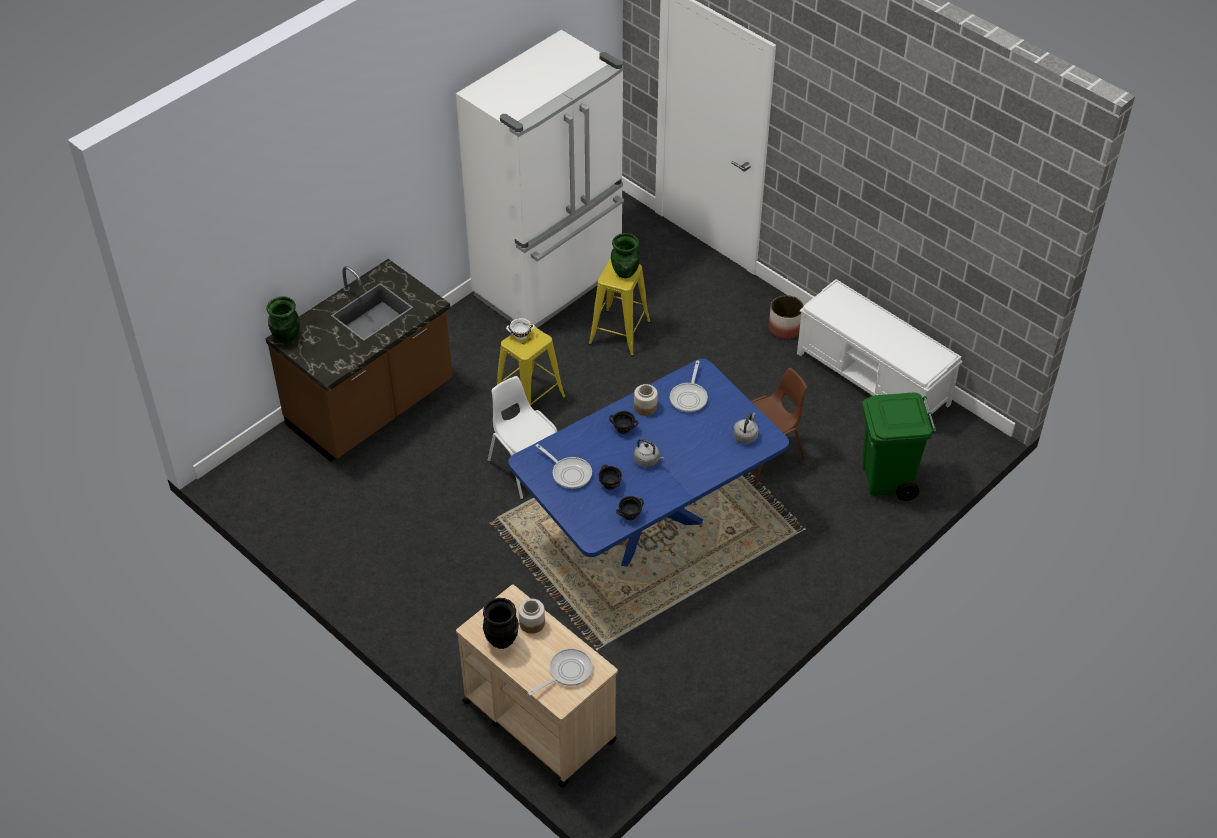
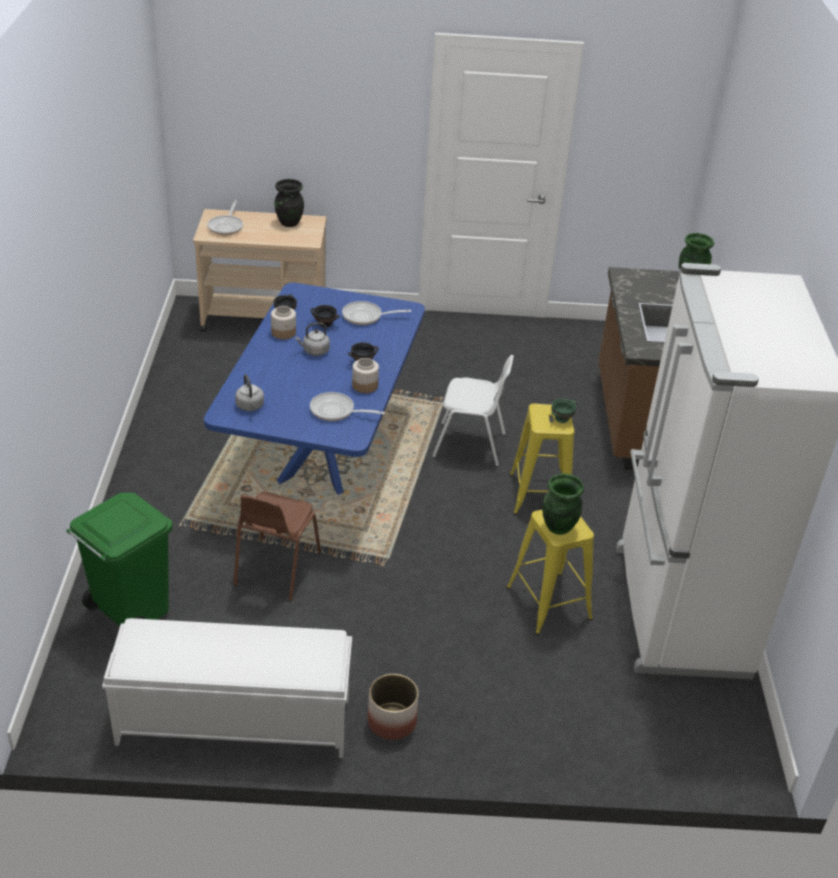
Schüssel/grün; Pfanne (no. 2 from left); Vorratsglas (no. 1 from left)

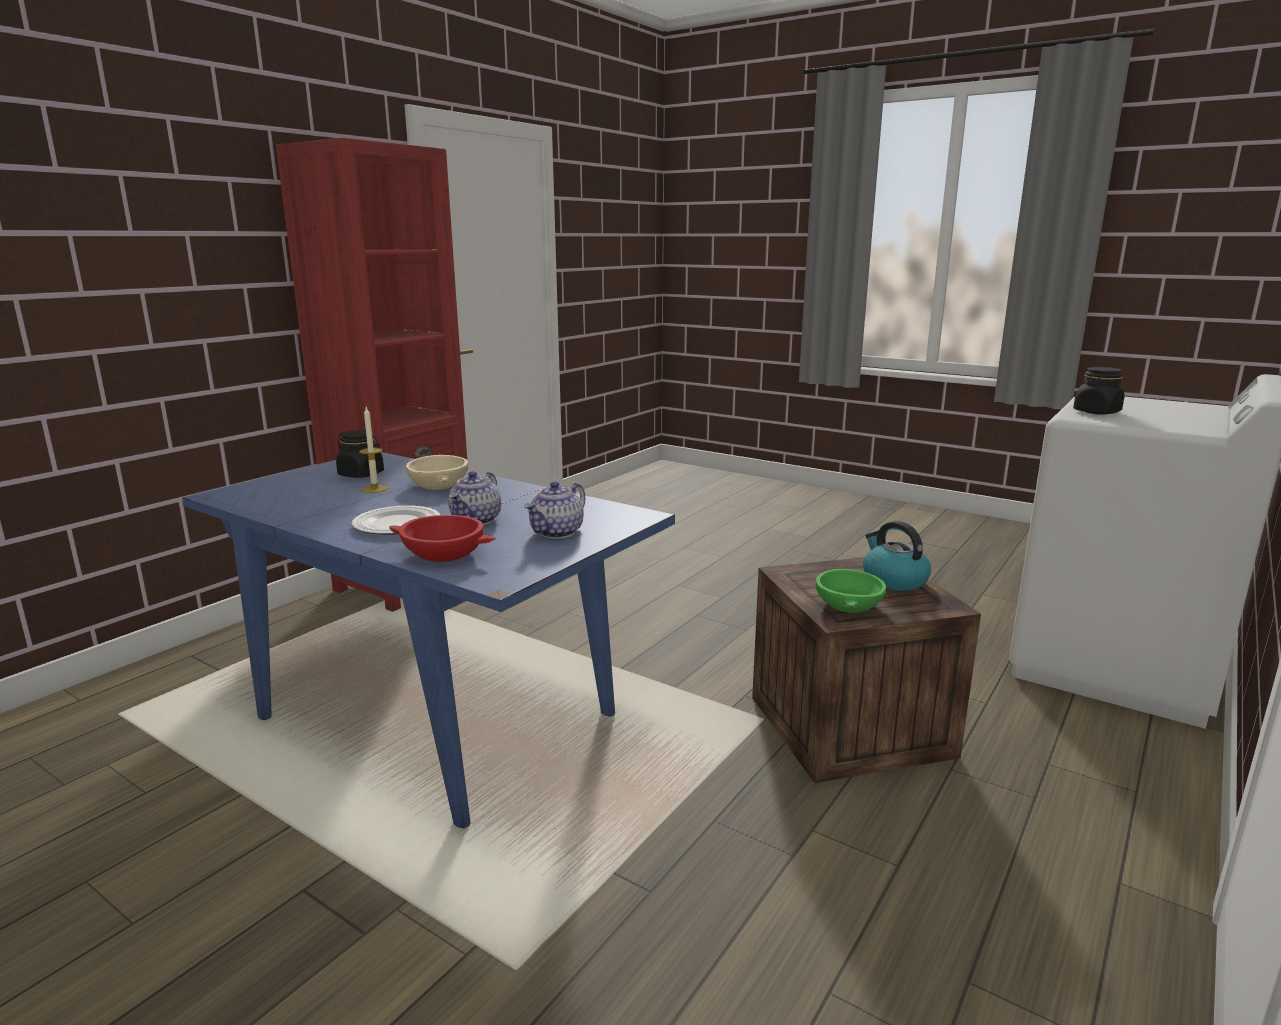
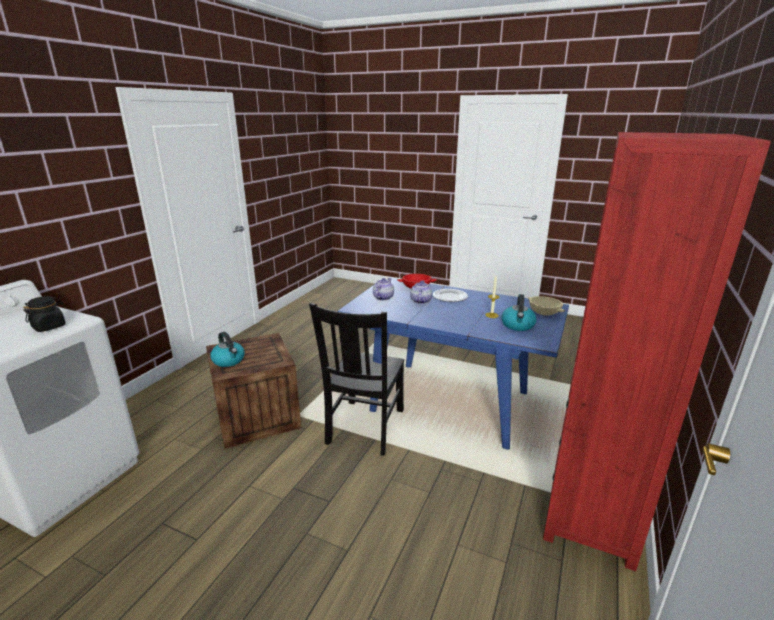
Wasserkessel (no. 2 from left); Schüssel/beige; Schüssel/grün; Stuhl/schwarz

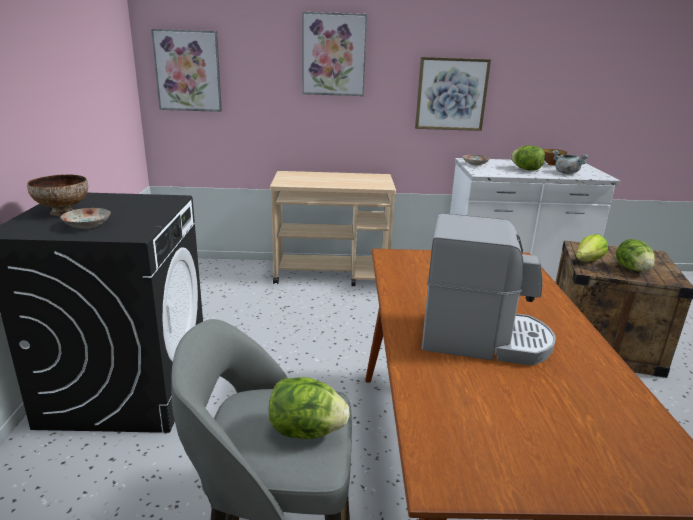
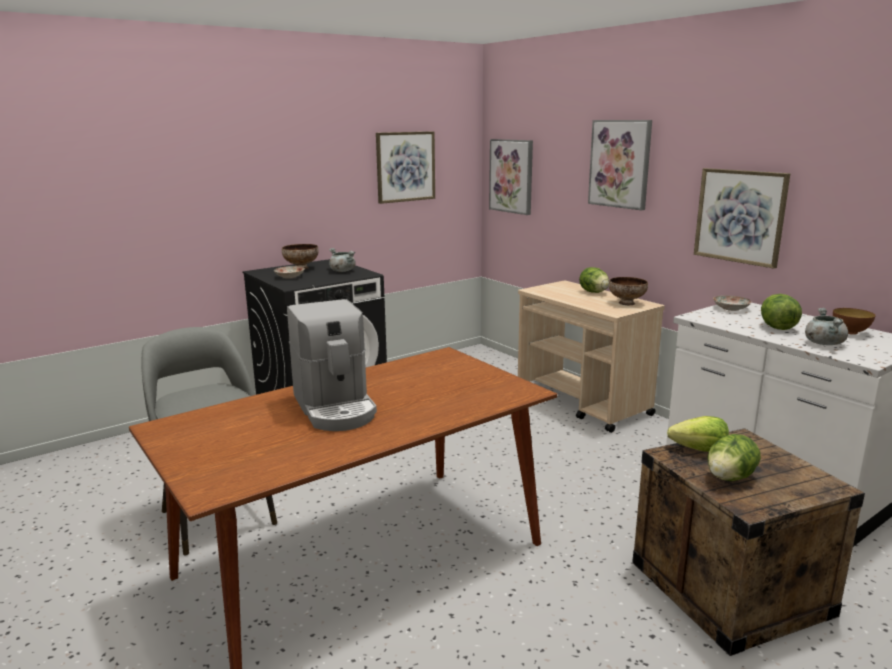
Salatkopf (no. 1 from left); Bild (no. 1 from left); Kochtopf/grau (no. 1 from left); Schüssel (no. 2 from left)

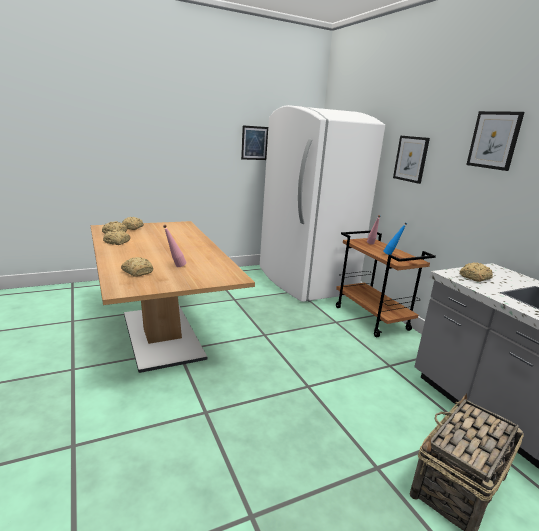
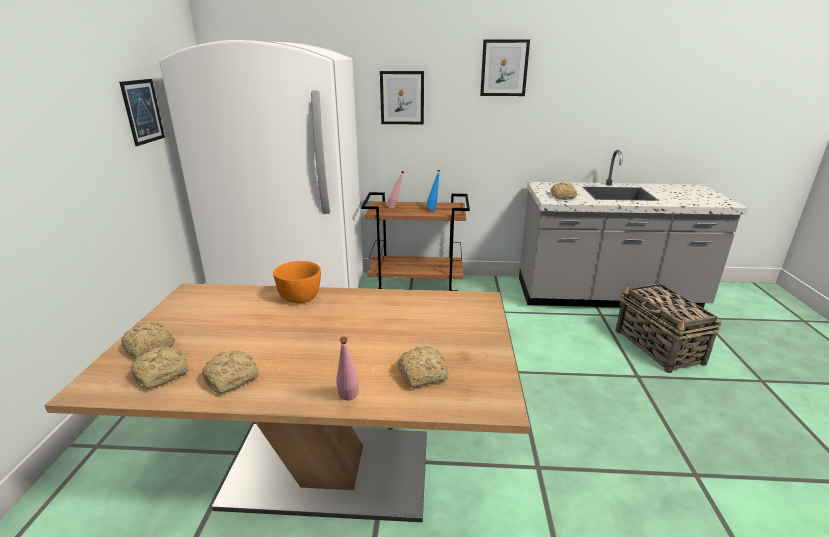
Flasche/rosa (no. 1 from left); Schüssel/orange

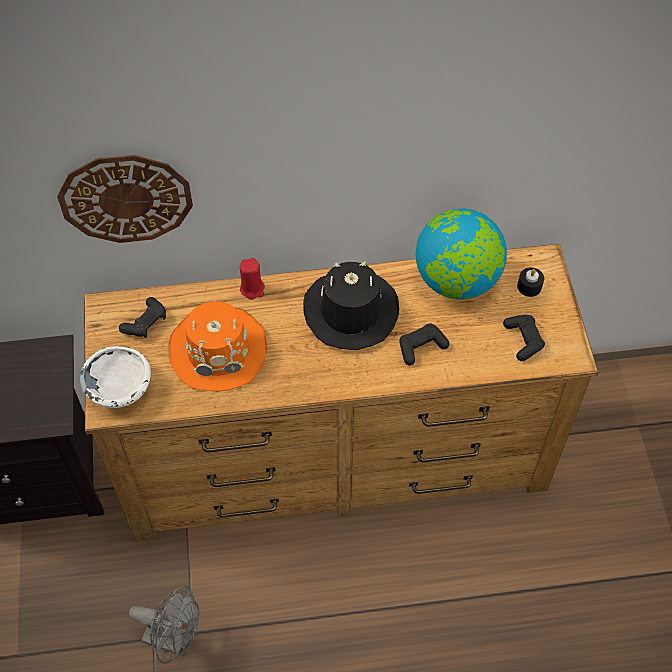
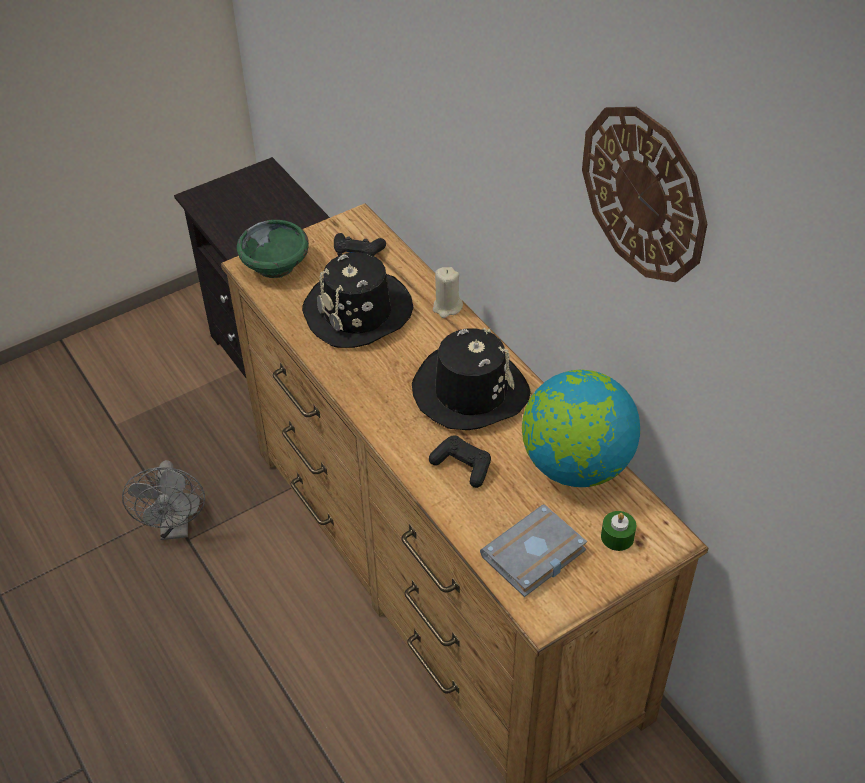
Wanduhr; Kerze/beige; Kerze/grün; Hut/schwarz (no. 1 from left); Buch/grau; Schüssel/grün

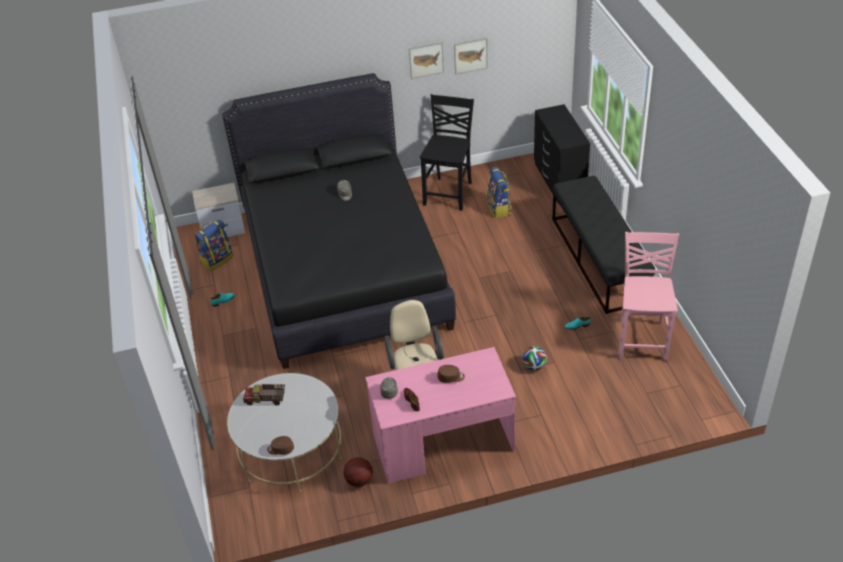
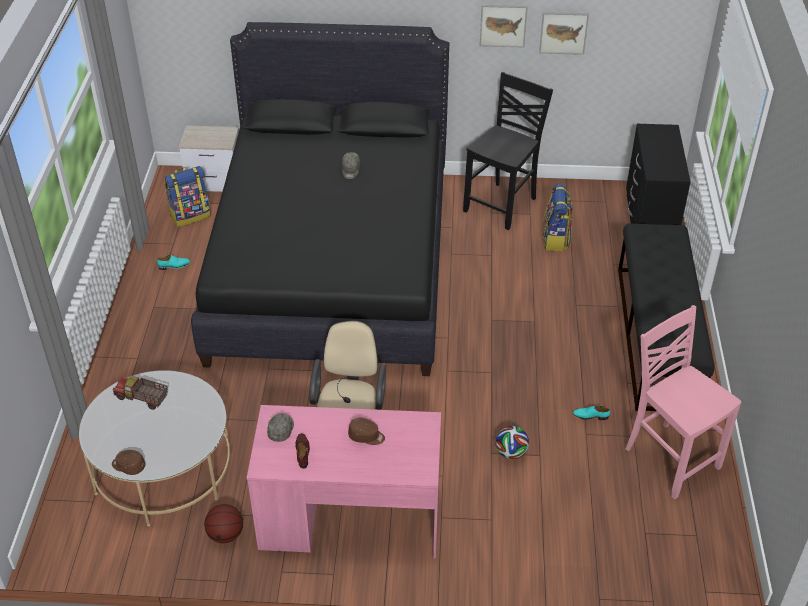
Stuhl/rosa

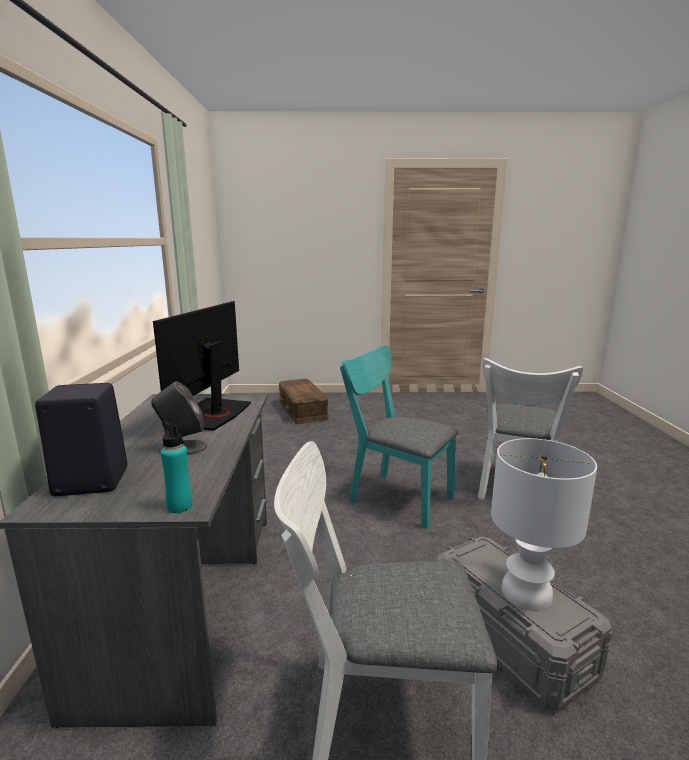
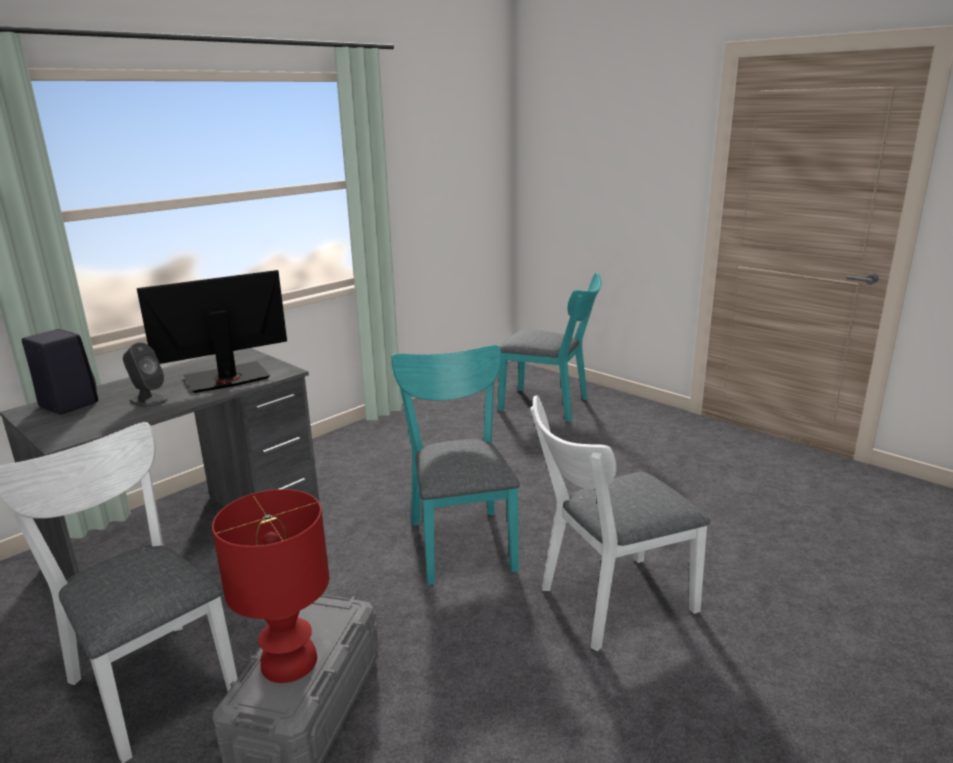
Stuhl/türkis (no. 2 from left); Flasche/türkis; Tischlampe/rot

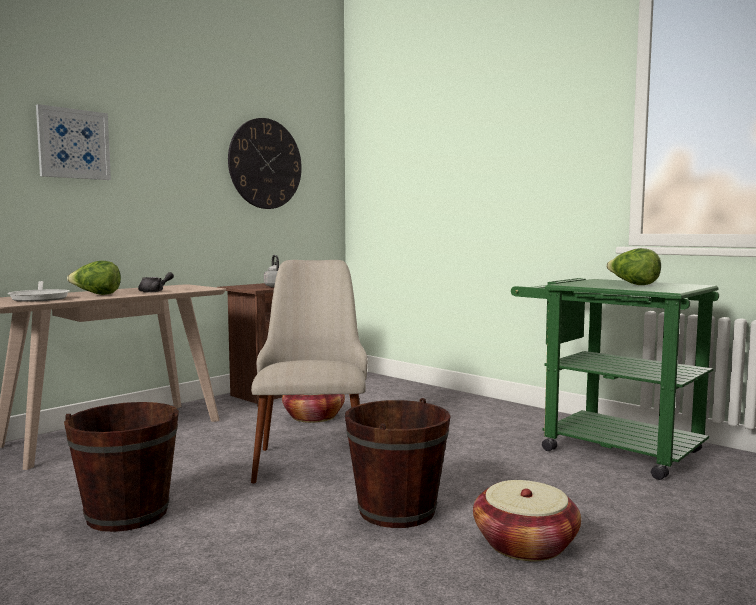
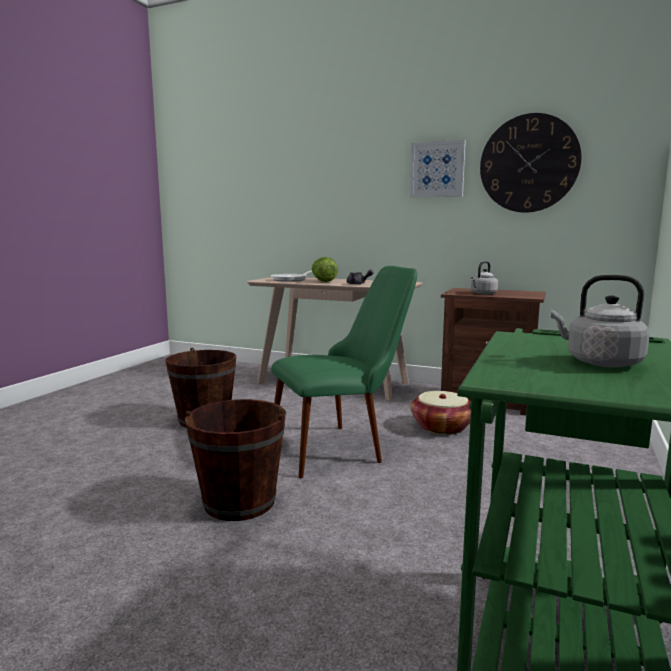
Bild; Wasserkessel/grau (no. 2 from left); Stuhl/grün; Korb (no. 2 from left in the first image)

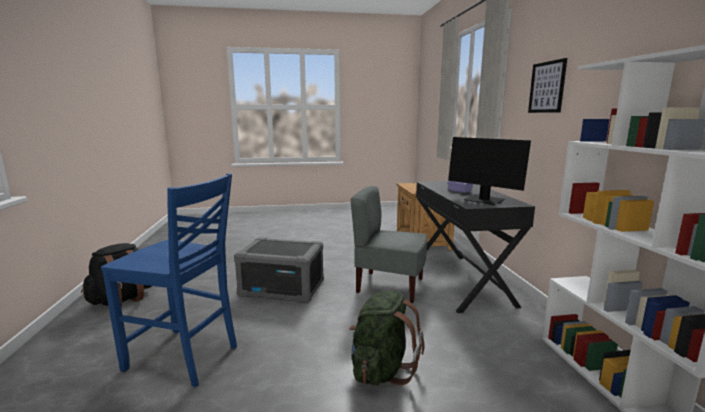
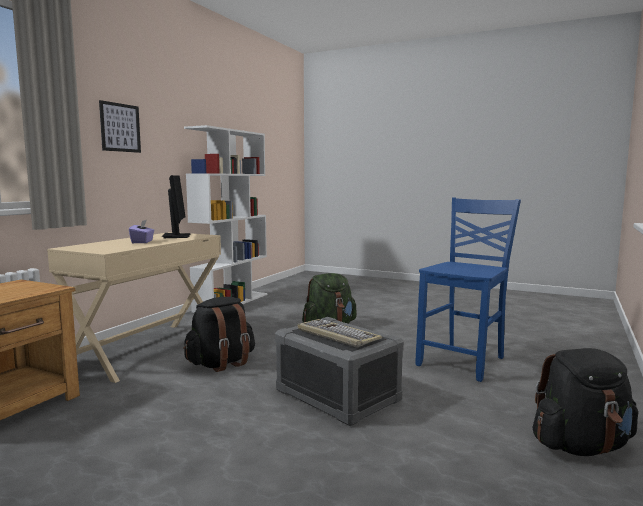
Stuhl/blau; Schreibtisch/beige; Rucksack/schwarz (no. 1 from left); Tastatur

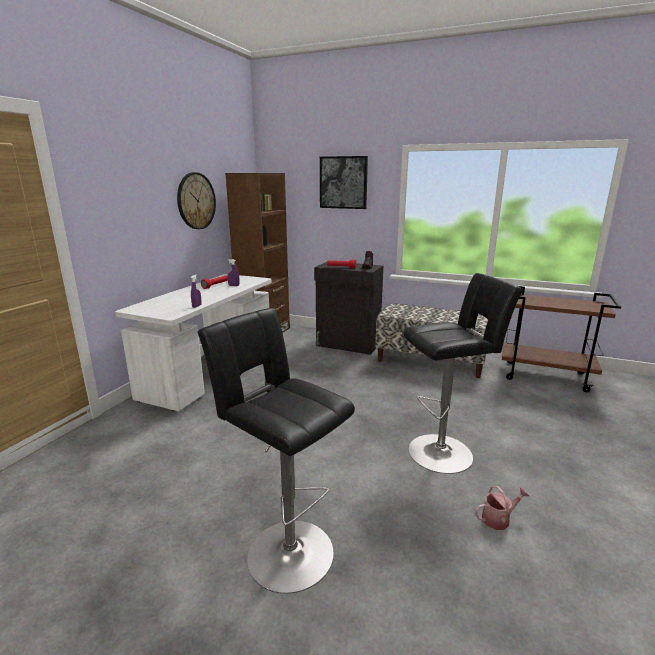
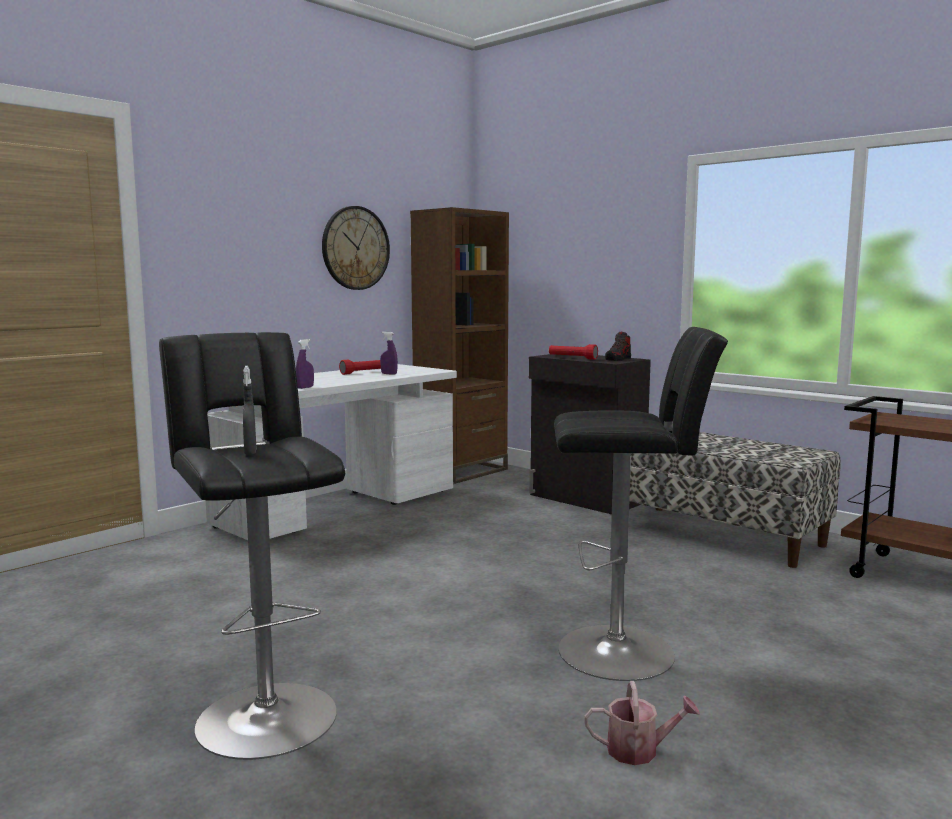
Bild; Sprühflasche/grau

